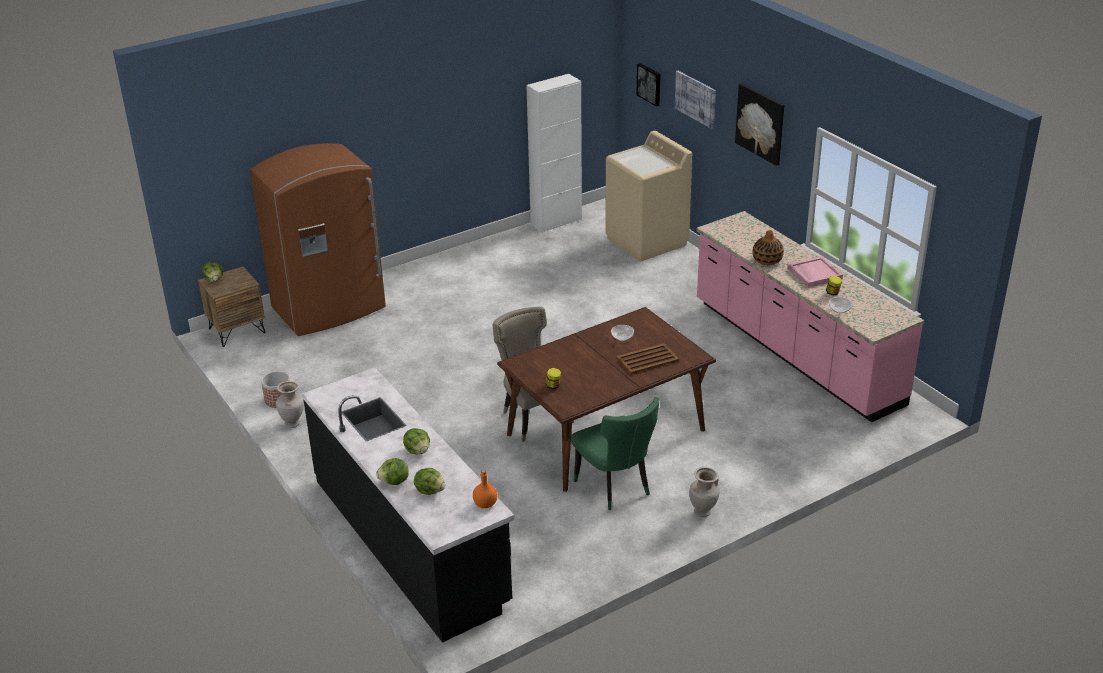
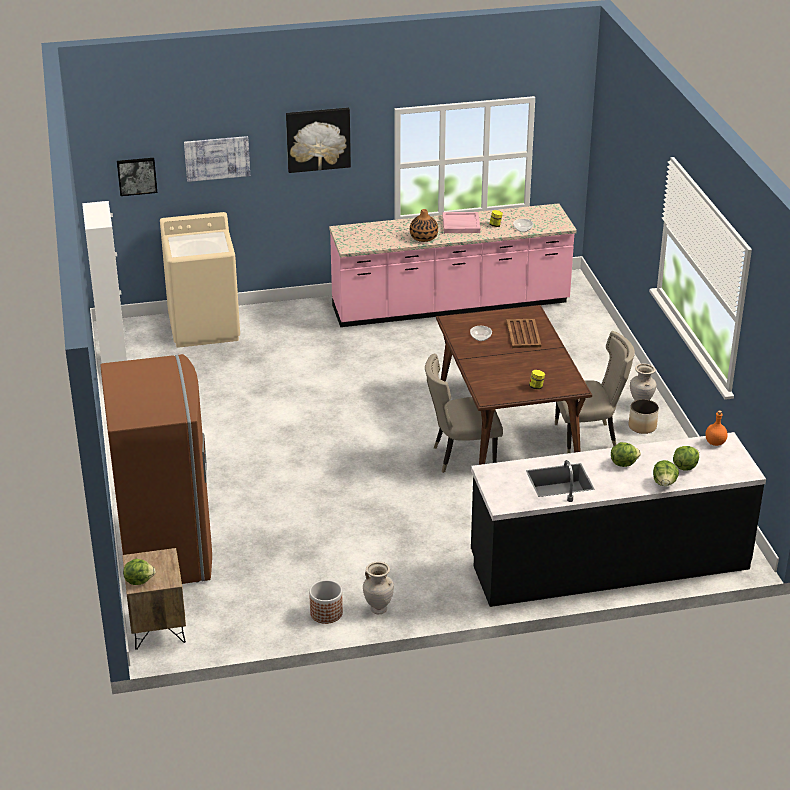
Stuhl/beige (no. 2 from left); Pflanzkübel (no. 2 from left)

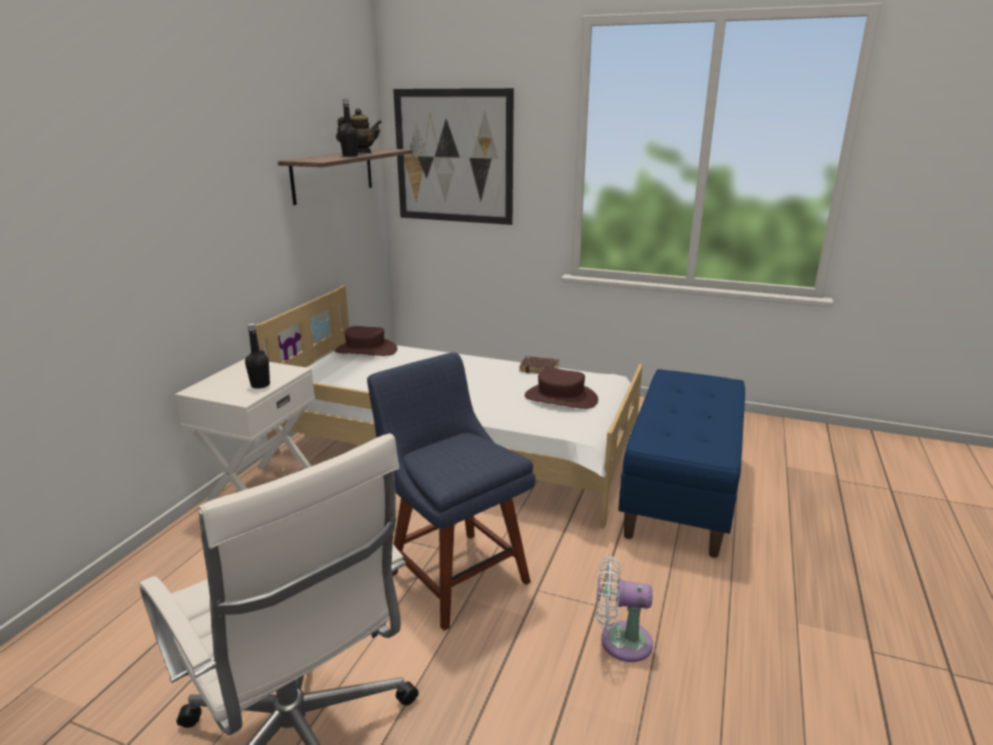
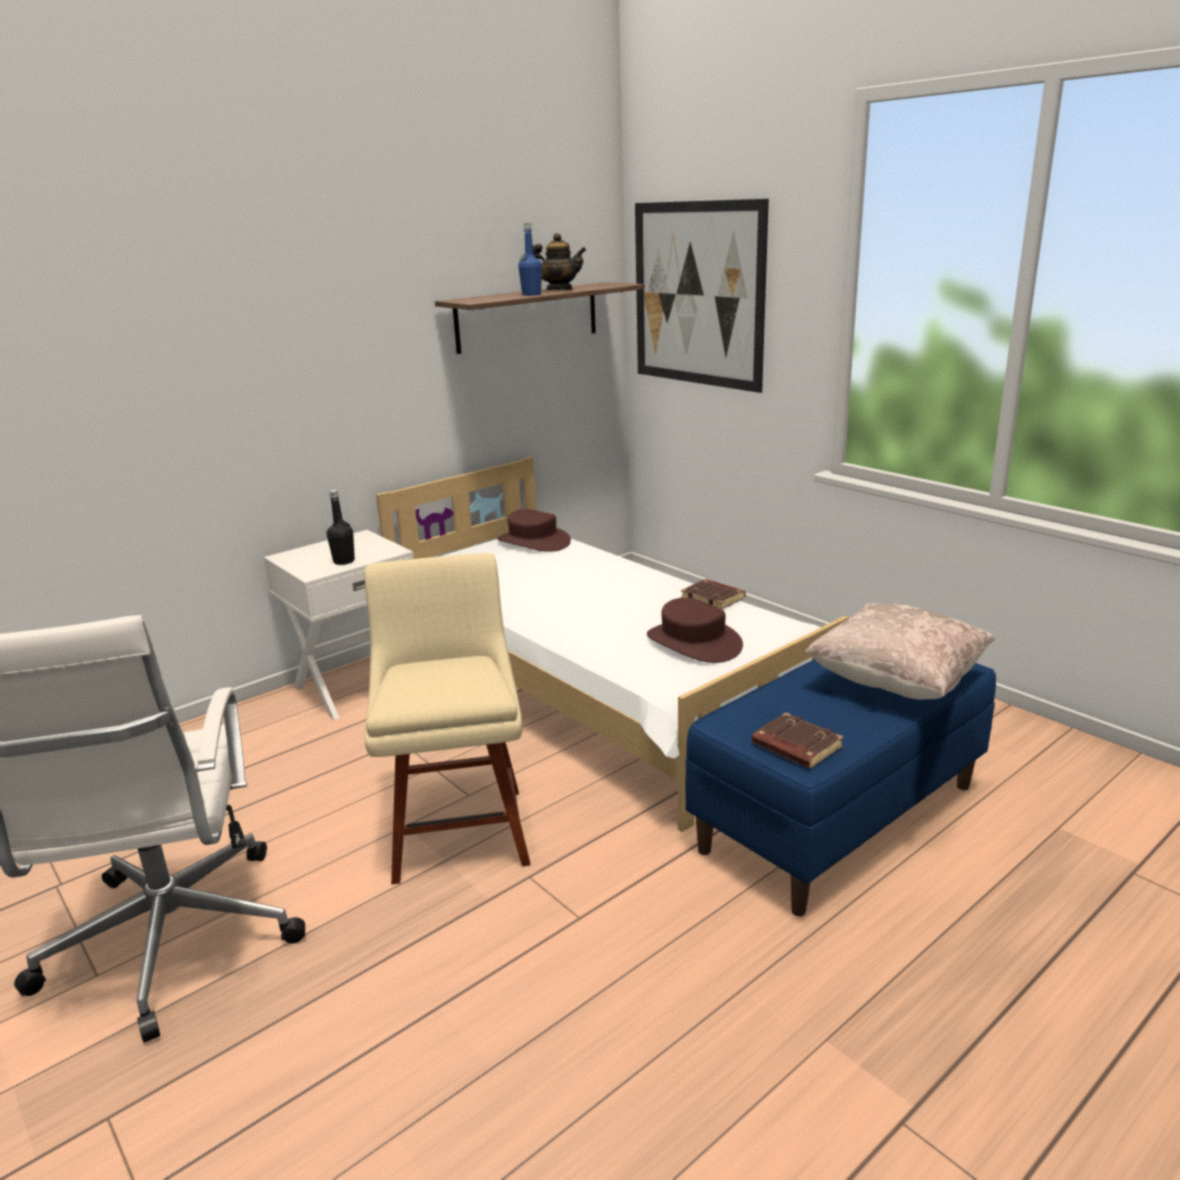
Flasche/blau; Stuhl/beige; Ventilator/weiß; Kissen/beige; Buch/braun (no. 2 from left)

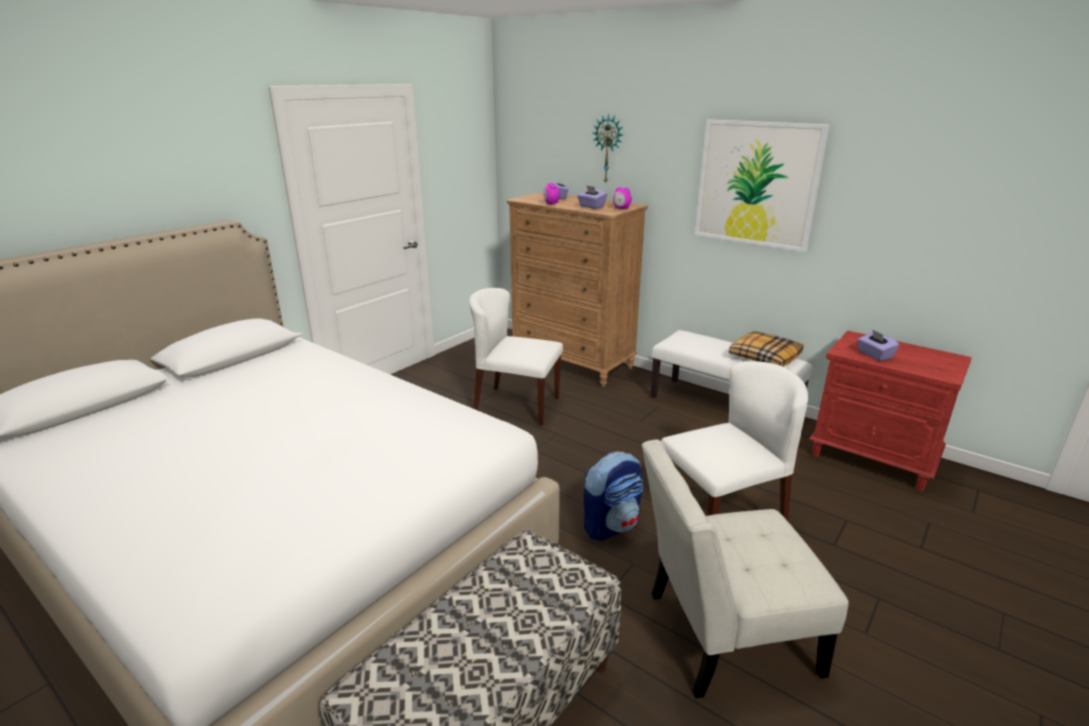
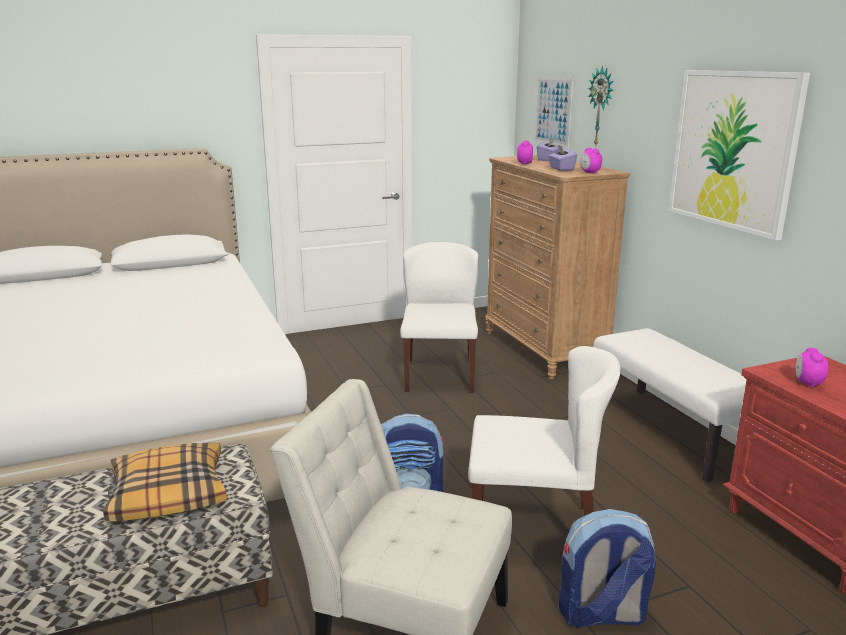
Stuhl/weiß (no. 2 from left); Wecker (no. 3 from left); Kissen; Bild (no. 1 from left); Rucksack (no. 2 from left)

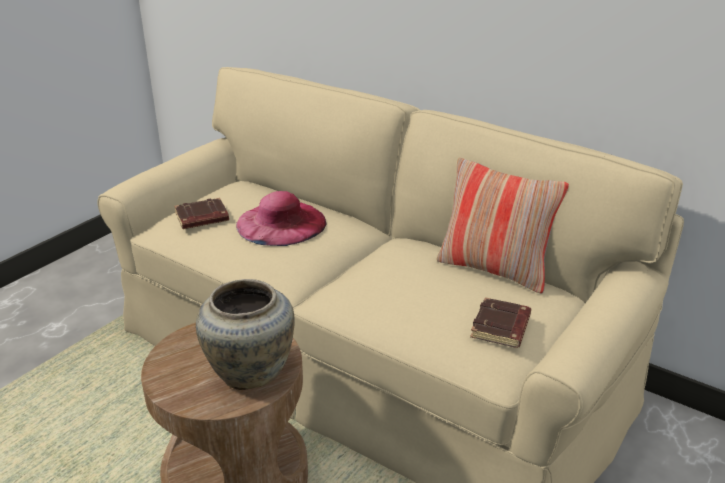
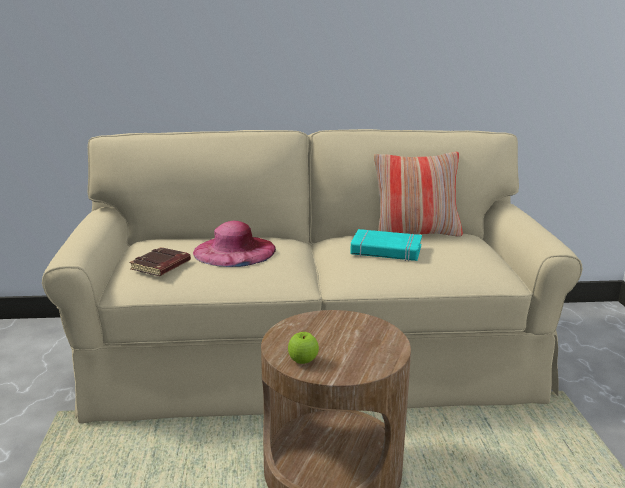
Vase/beige; Buch/braun (no. 2 from left in the first image); Buch/türkis; Apfel

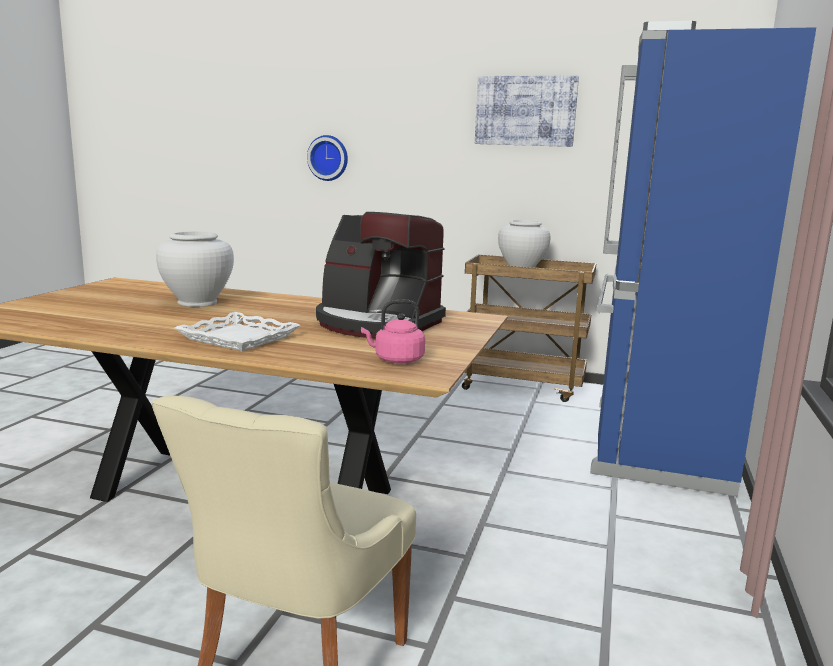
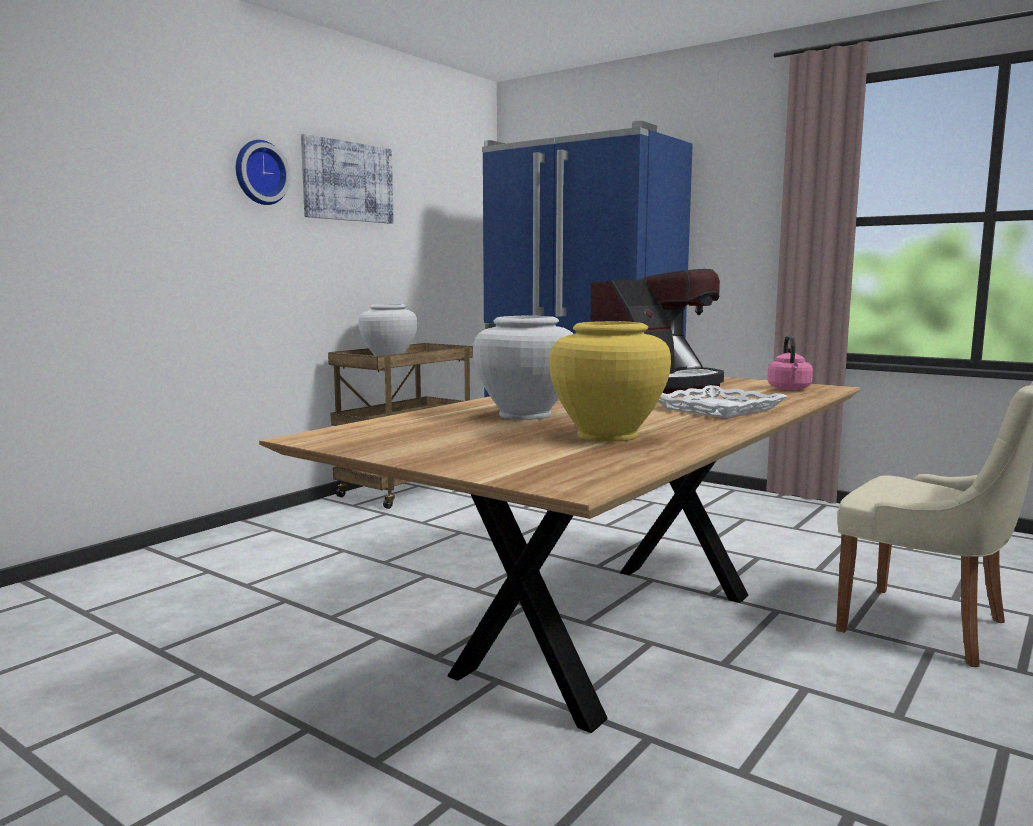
Wanduhr; Vase/gelb

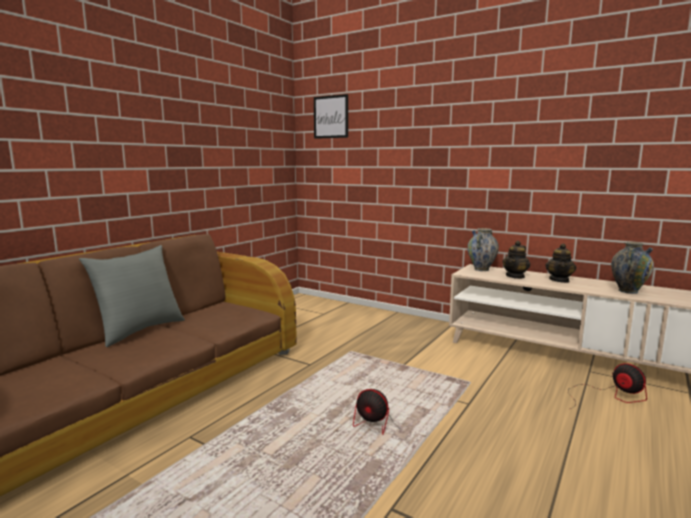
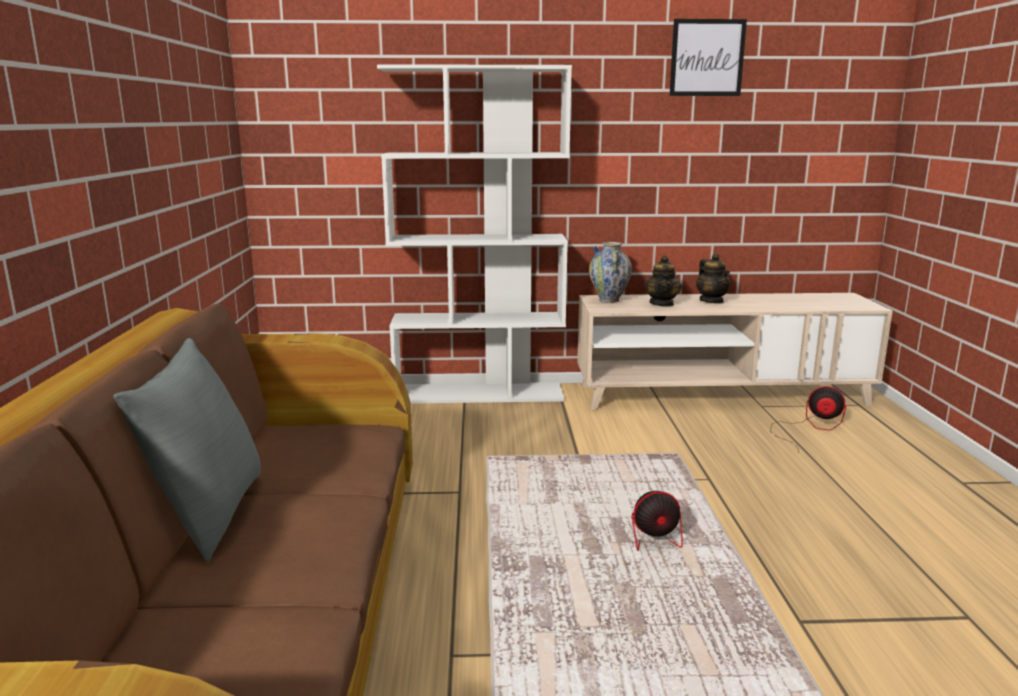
Bild; Vase (no. 2 from left in the first image); Bücherregal/weiß

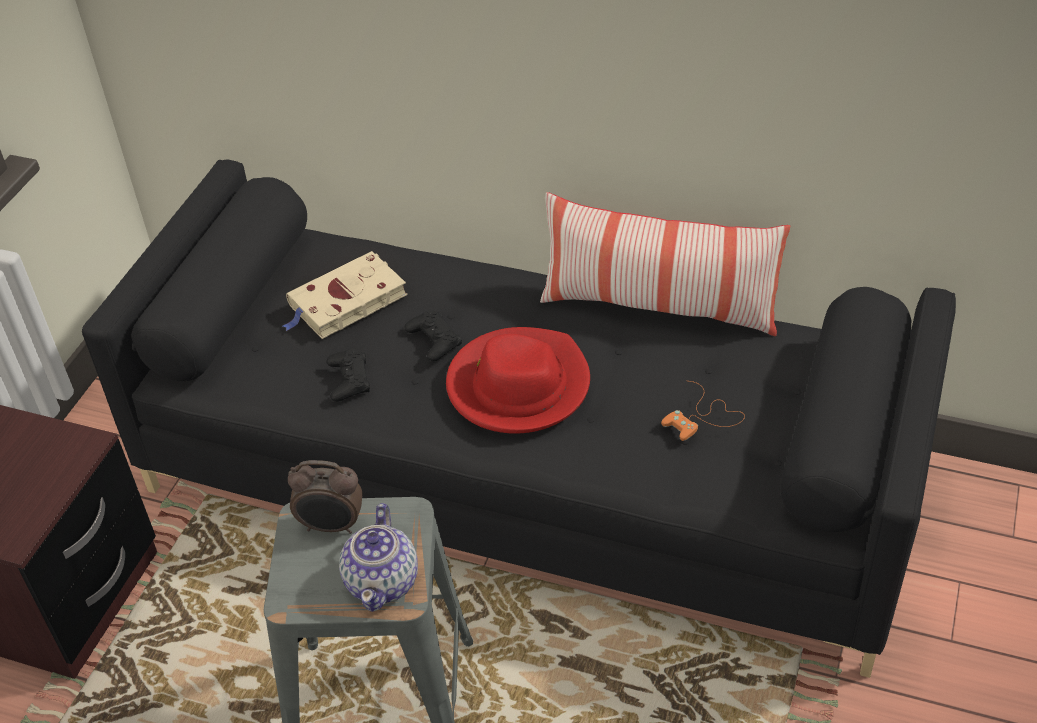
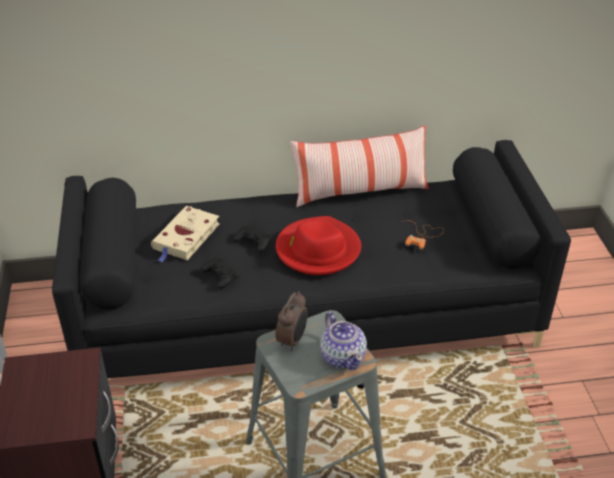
Wecker

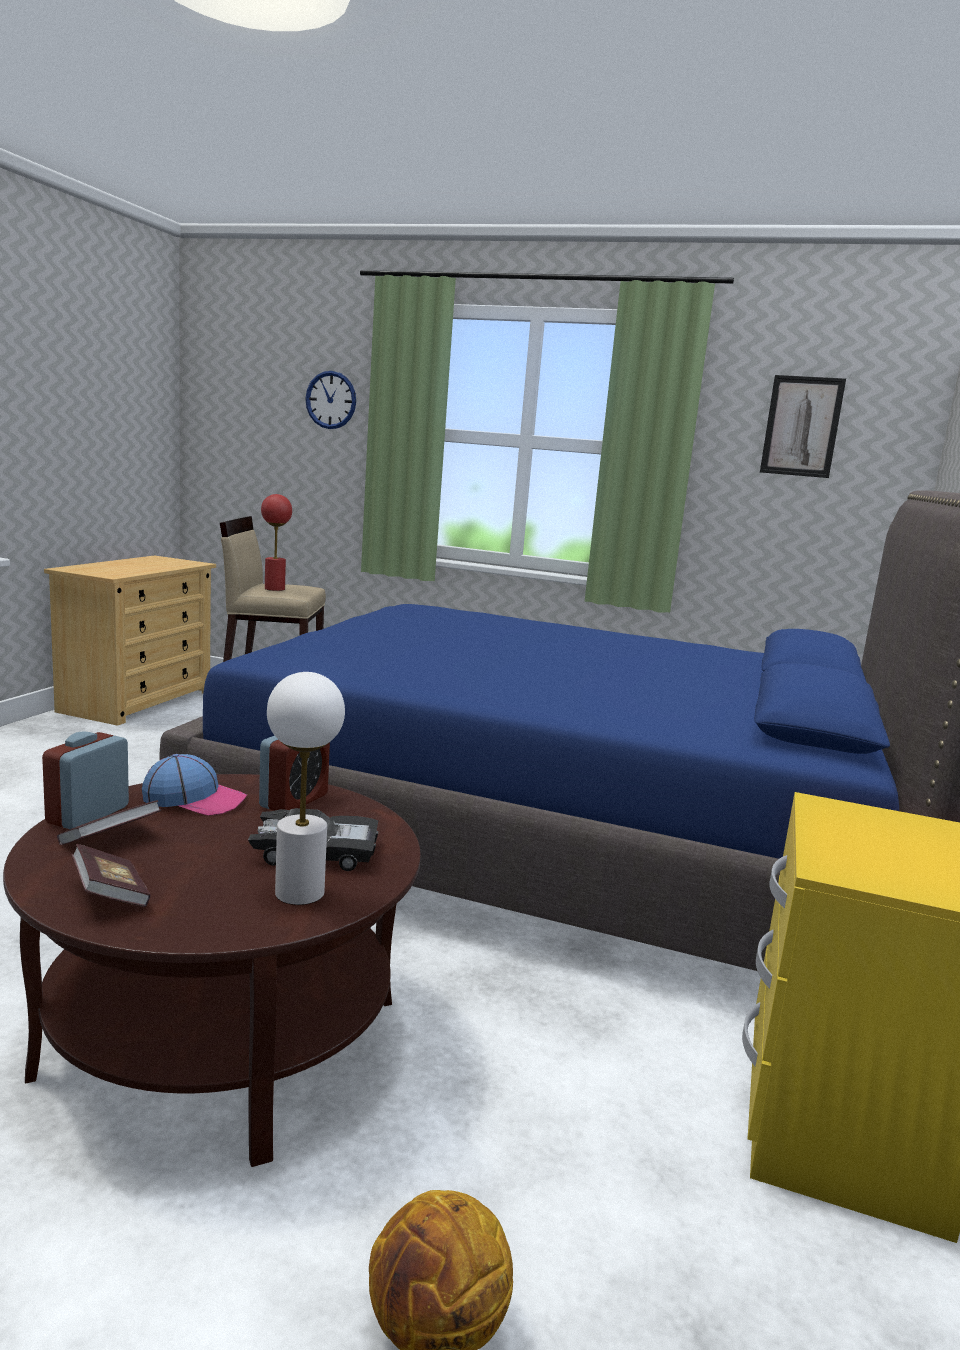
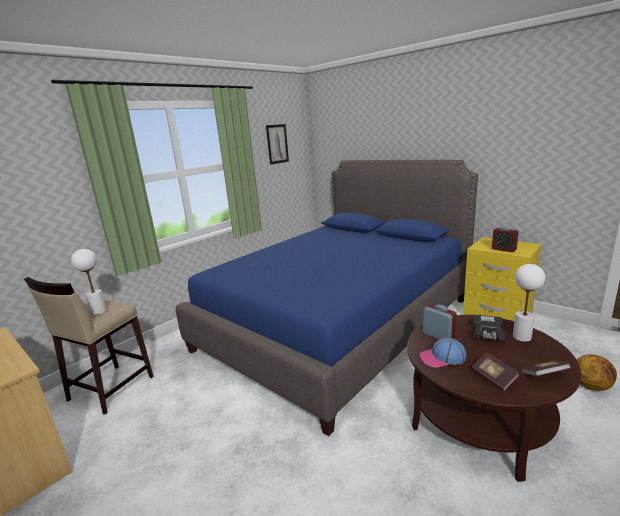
Wanduhr; Tischlampe/weiß (no. 1 from left); Wecker (no. 2 from left); Kappe

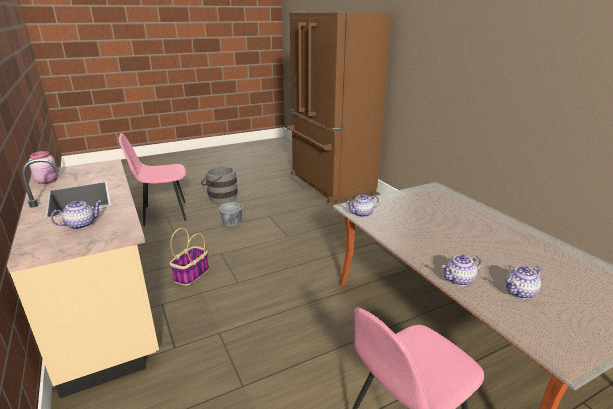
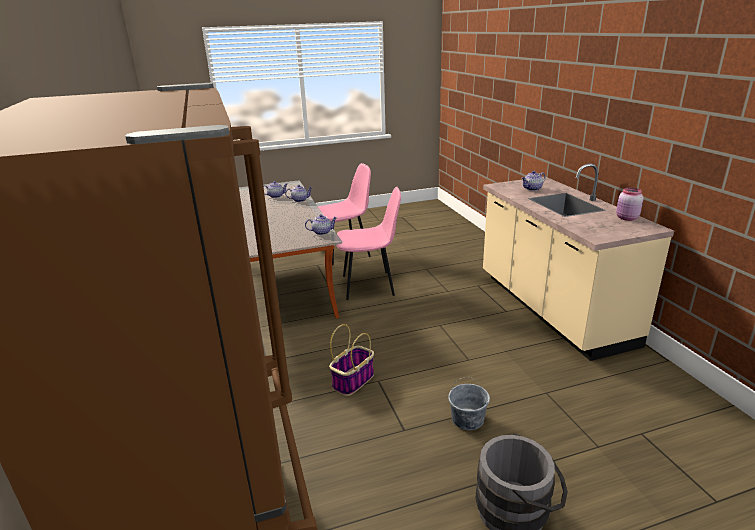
Stuhl/rosa (no. 2 from left); Korb

